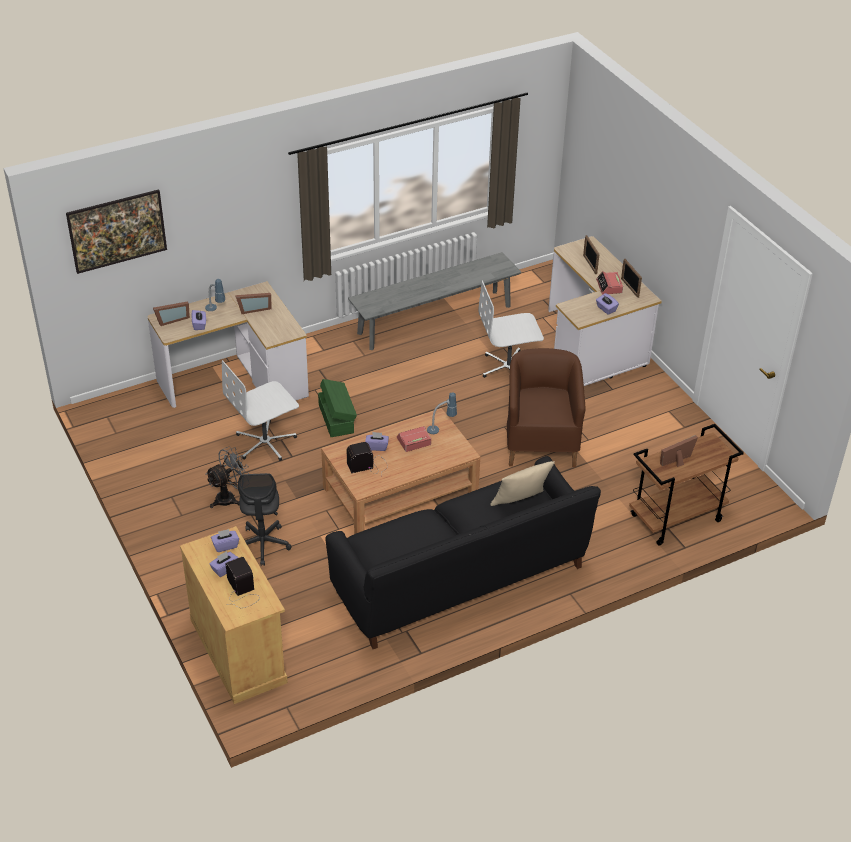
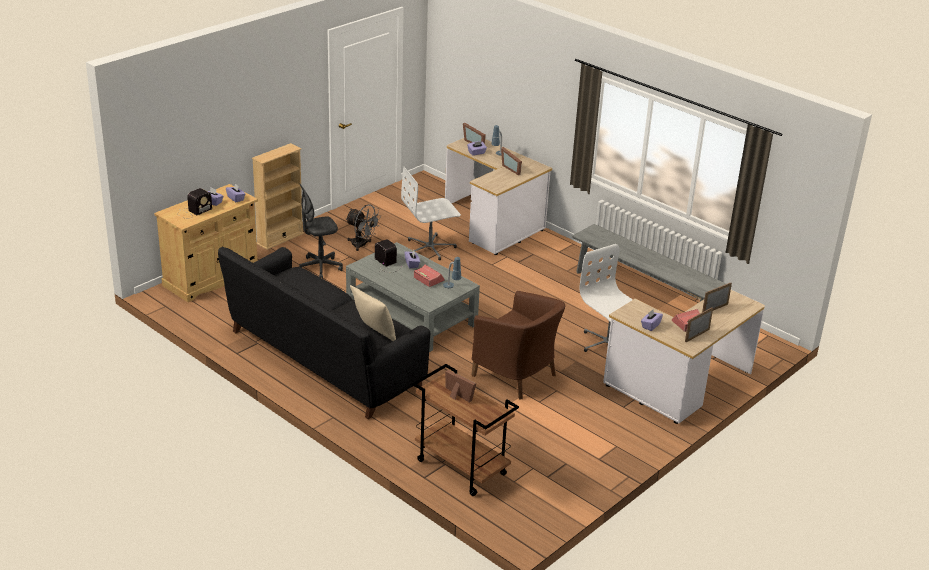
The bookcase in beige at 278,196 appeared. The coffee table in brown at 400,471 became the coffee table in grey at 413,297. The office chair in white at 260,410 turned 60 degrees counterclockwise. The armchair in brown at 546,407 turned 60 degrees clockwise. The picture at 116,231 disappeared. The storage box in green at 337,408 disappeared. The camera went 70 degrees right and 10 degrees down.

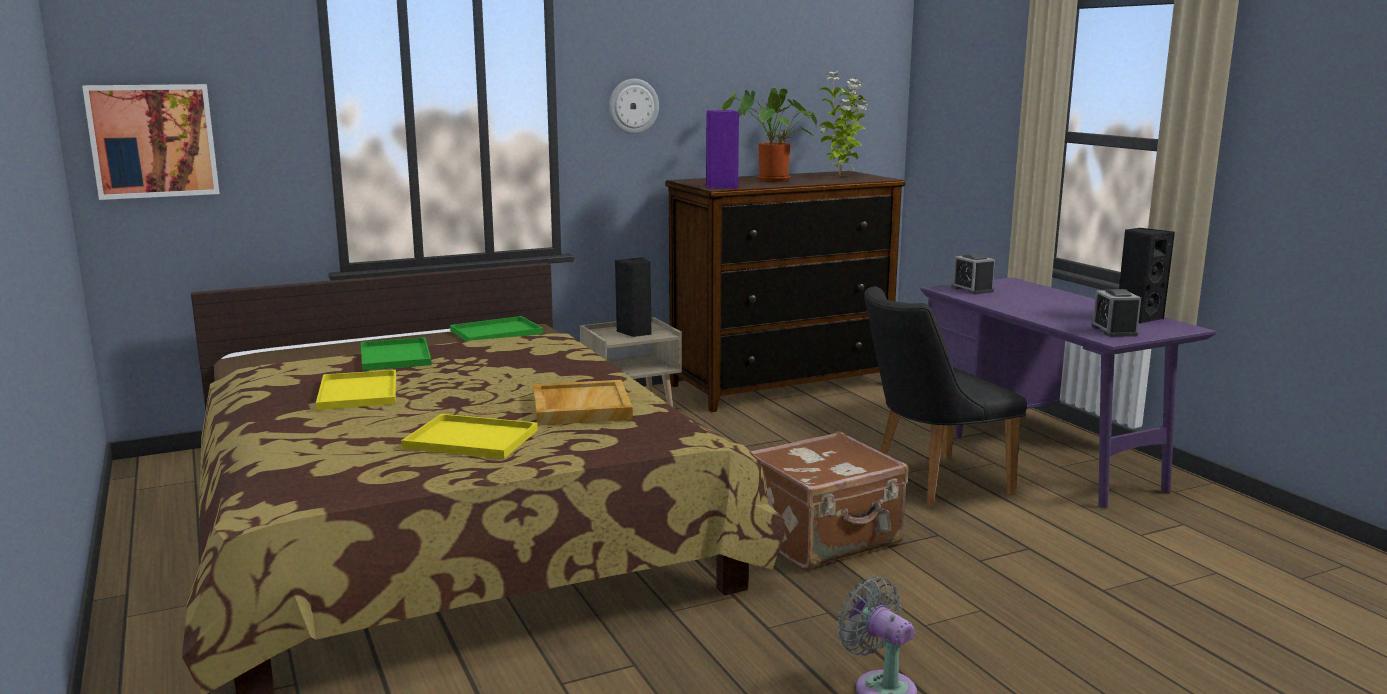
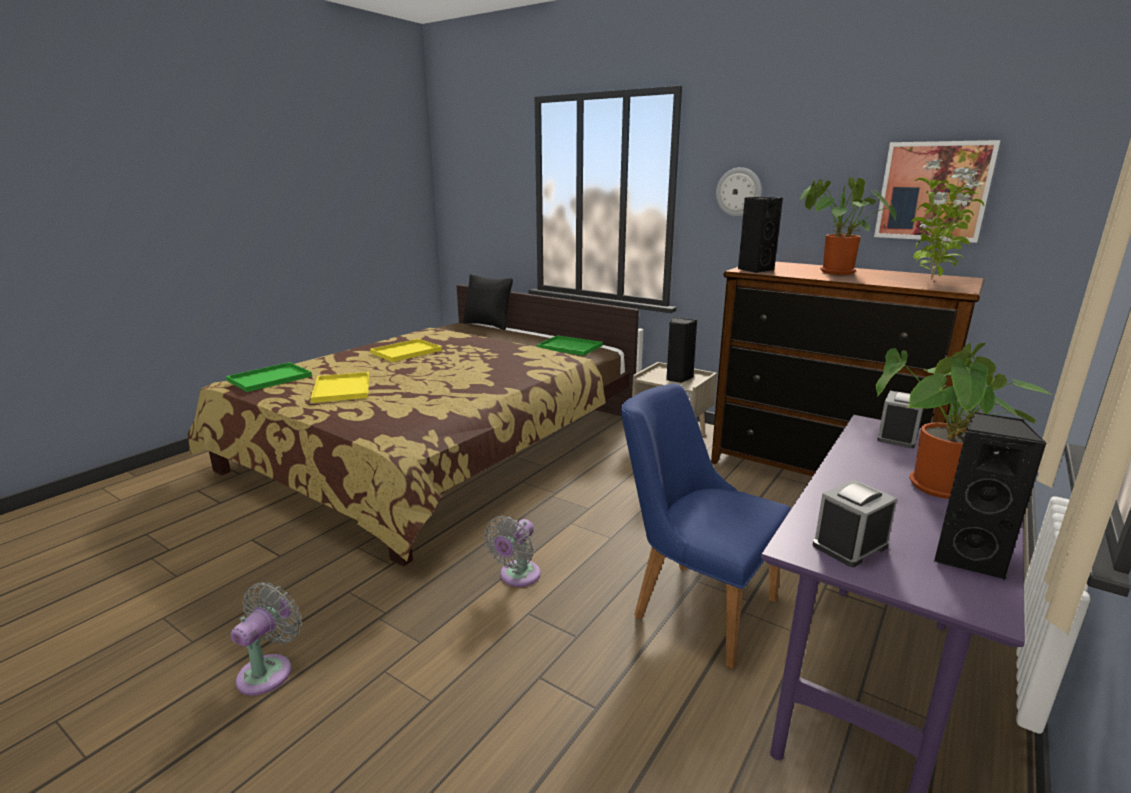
The tray in green moved from 396,354 to 269,377. The pillow in black at 487,302 appeared. The suitcase in brown at 829,500 was replaced by the fan in grey at 512,551. The chair in black at 945,397 became the chair in blue at 706,526. The speaker in purple at 722,149 became the speaker in black at 760,235. The picture moved from 151,142 to 937,191. The potted plant at 964,421 appeared. The tray in beige at 583,402 disappeared. The camera went 60 degrees right and 5 degrees up.

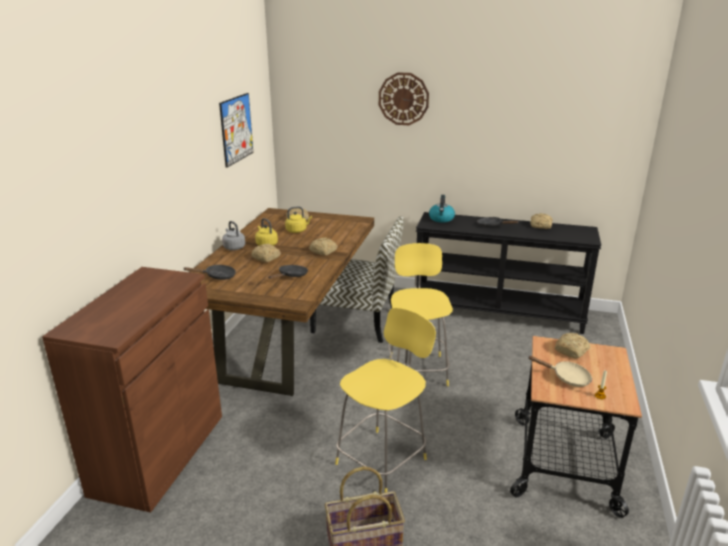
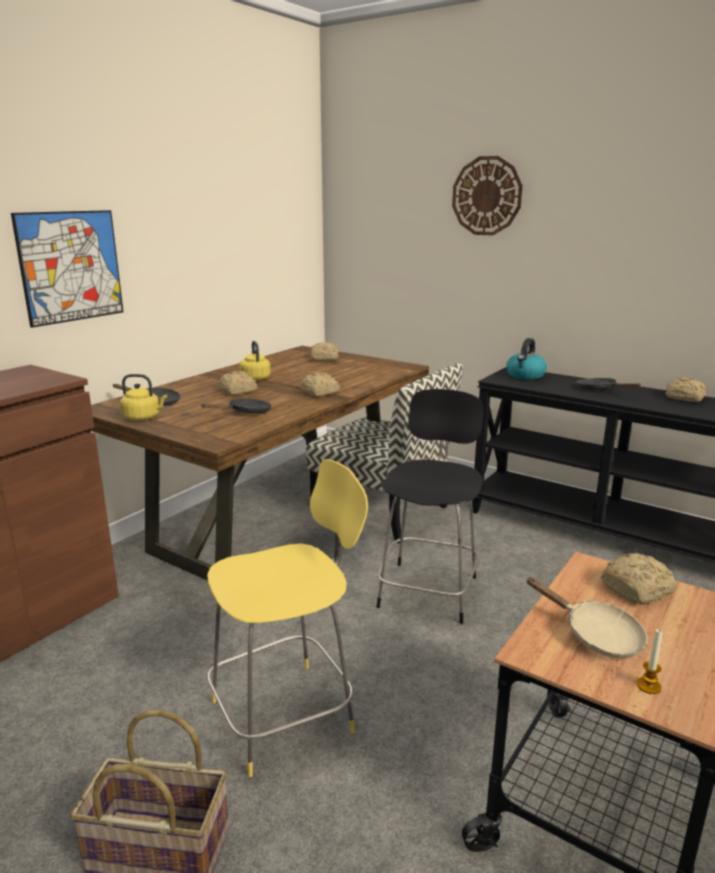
The picture moved from 236,130 to 67,269. The kettle in yellow moved from 298,220 to 143,397. The stool in yellow at 420,314 became the stool in black at 430,506. The kettle in grey at 233,235 disappeared. The camera went 20 degrees right and 5 degrees down.

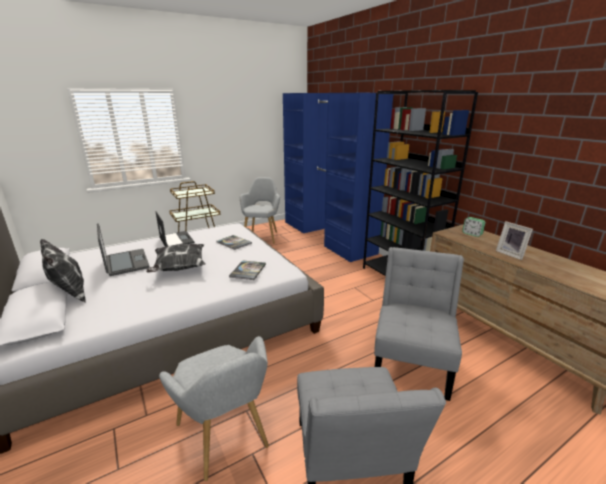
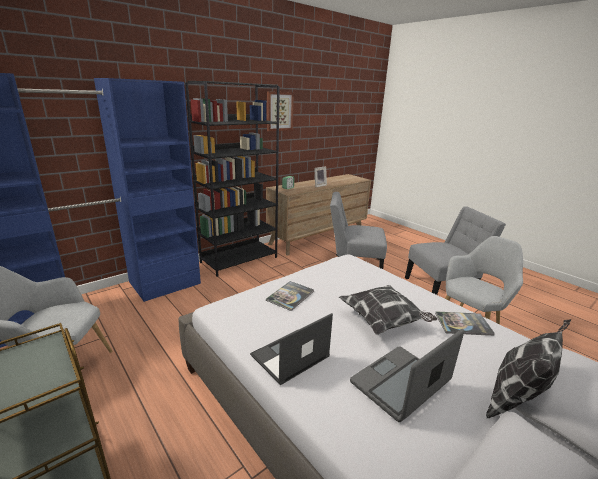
The picture at 280,111 appeared. The book moved from 247,270 to 465,323. The camera went 100 degrees left and 0 degrees up.

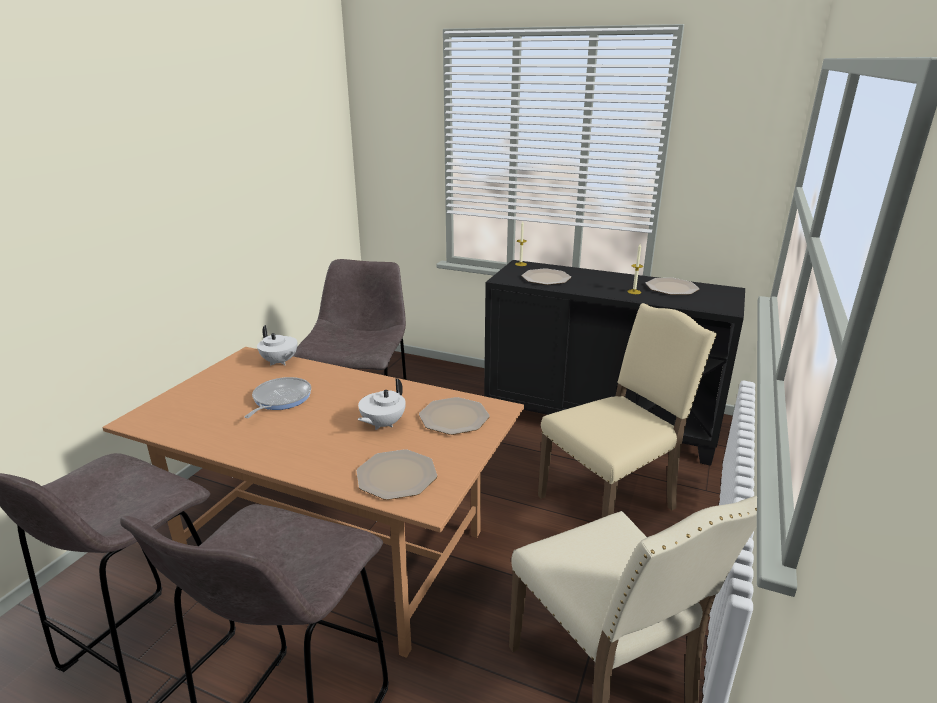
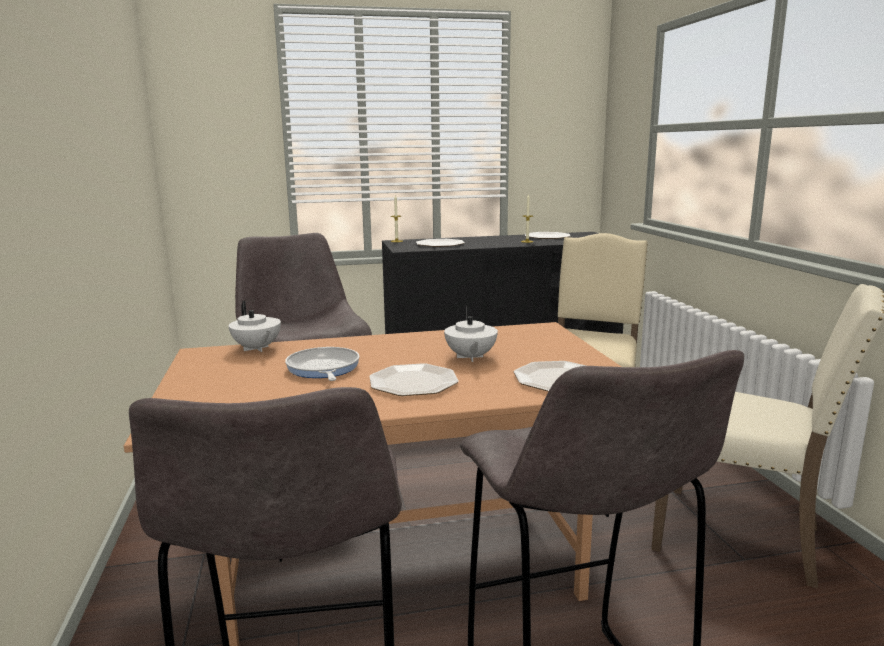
The teapot in white at 277,345 turned 45 degrees clockwise. The plate moved from 454,416 to 414,379. The camera went 35 degrees left and 10 degrees down.

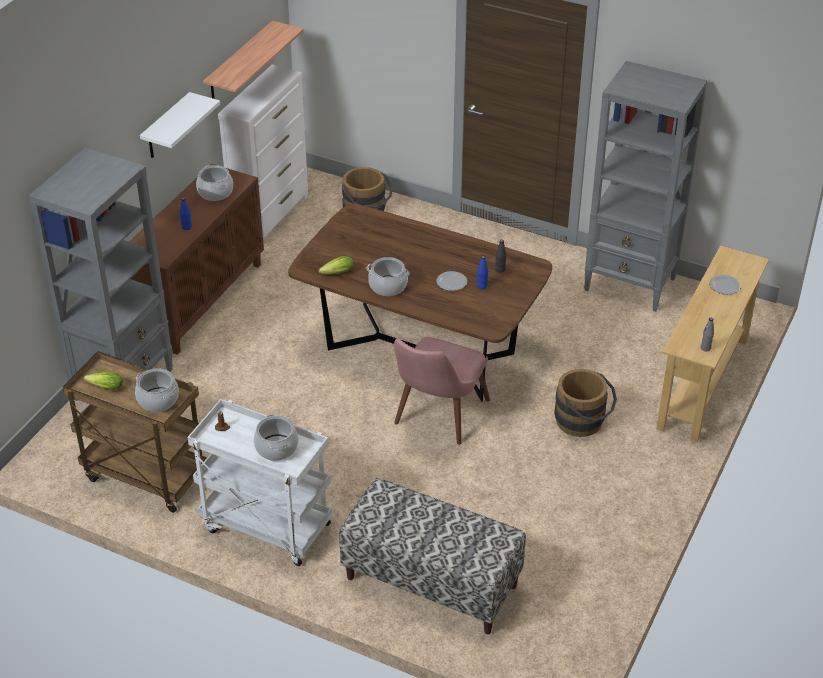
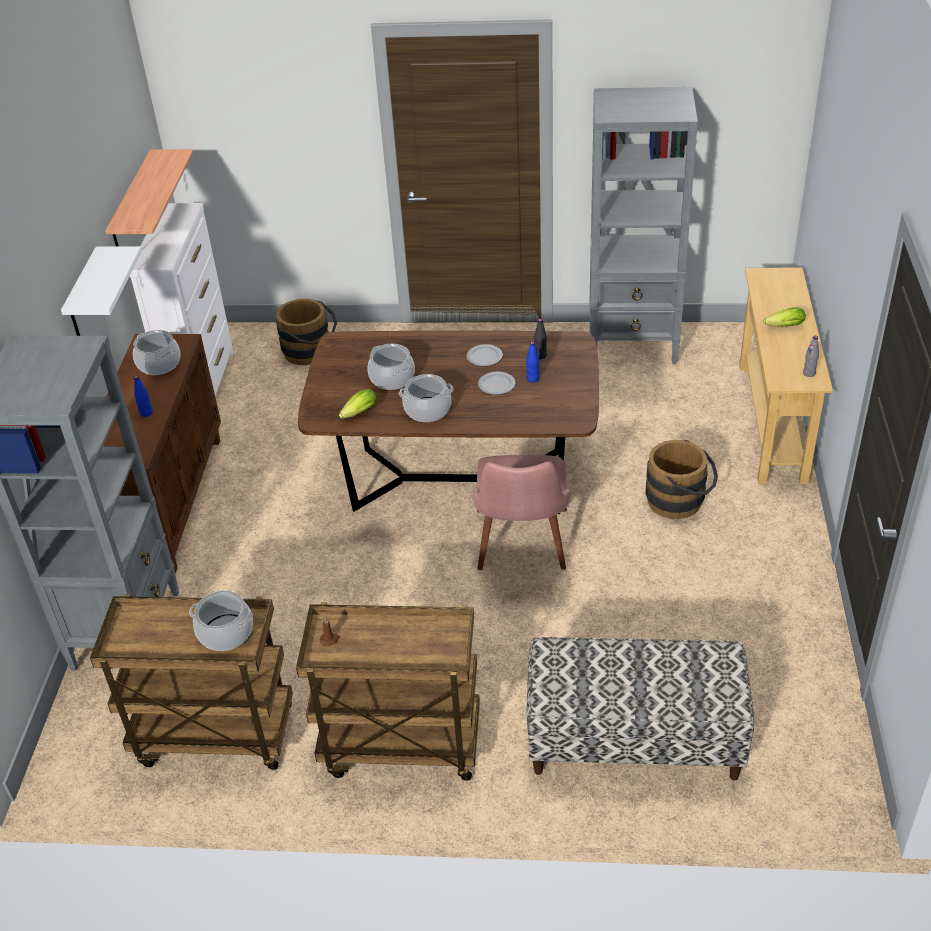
The cart in white at 260,482 became the cart in brown at 388,691. The cooking pot moved from 276,437 to 391,367. The plate moved from 725,285 to 484,355. The lettuce moved from 103,381 to 785,317. The camera went 20 degrees left and 0 degrees up.

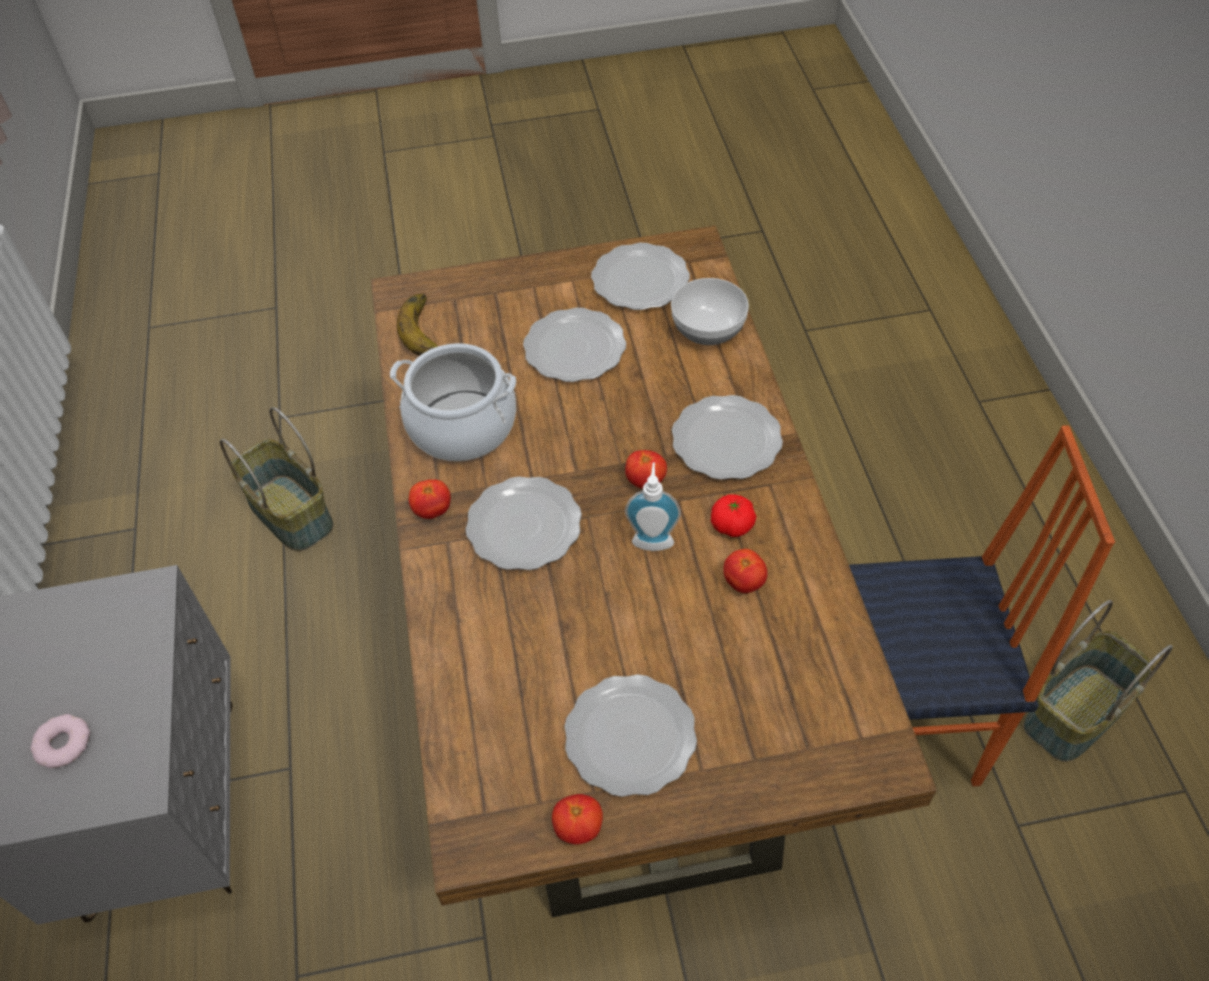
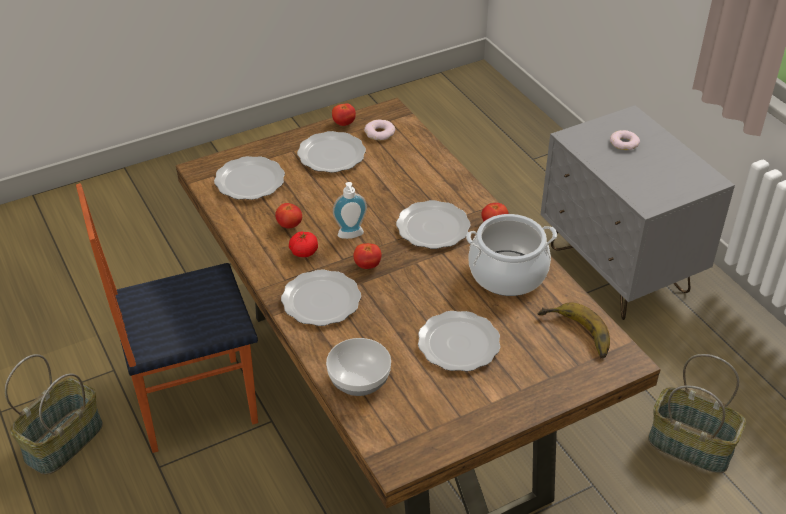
The plate moved from 640,276 to 249,178. The donut at 379,130 appeared. The camera went 160 degrees right and 10 degrees down.

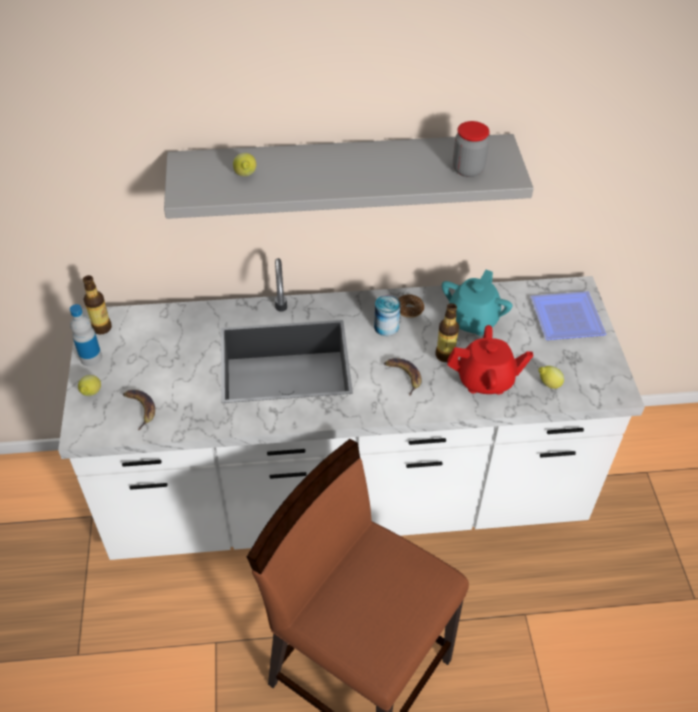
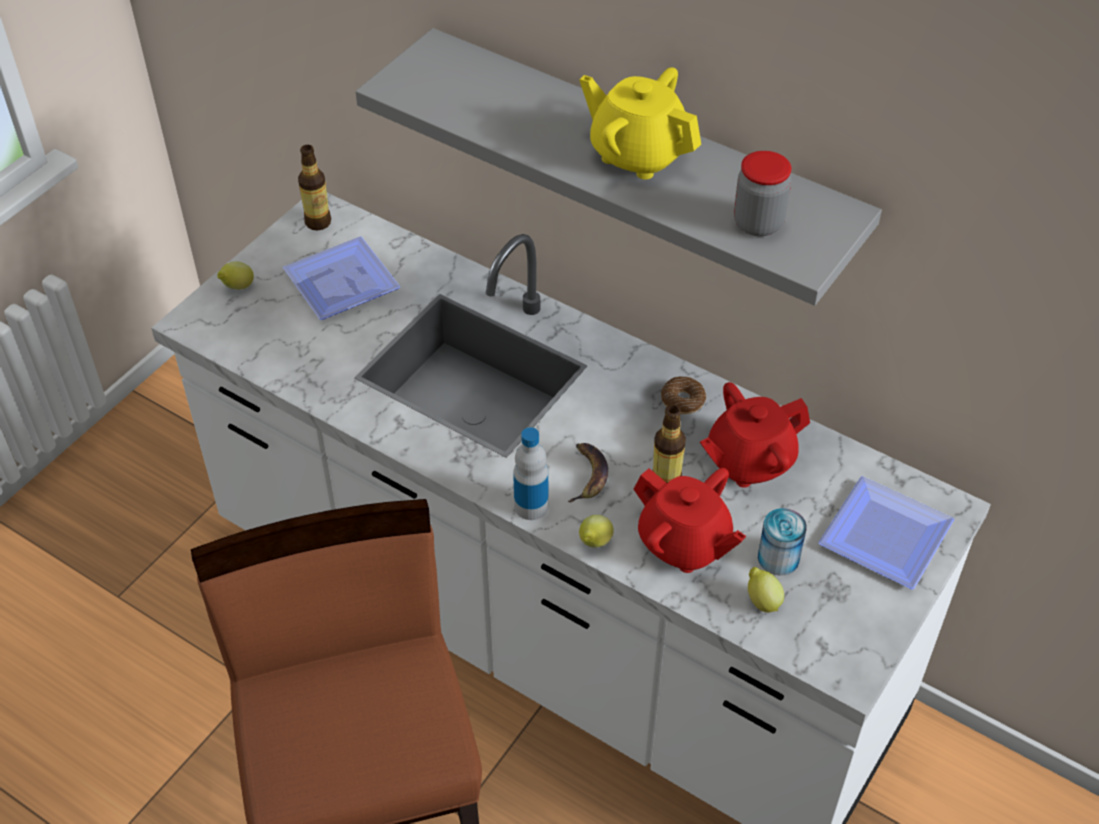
The plate at 341,278 appeared. The bottle moved from 86,335 to 530,473. The teapot in yellow at 640,123 appeared. The lemon moved from 244,164 to 596,531. The teapot in turquoise at 477,303 became the teapot in red at 755,435. The can moved from 387,315 to 782,542. The banana at 139,410 disappeared. The camera went 40 degrees right and 0 degrees up.

